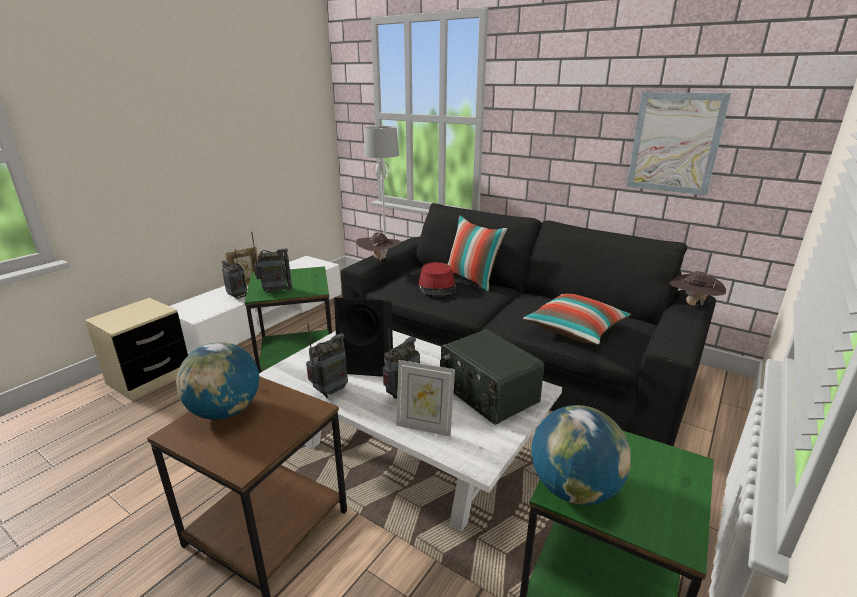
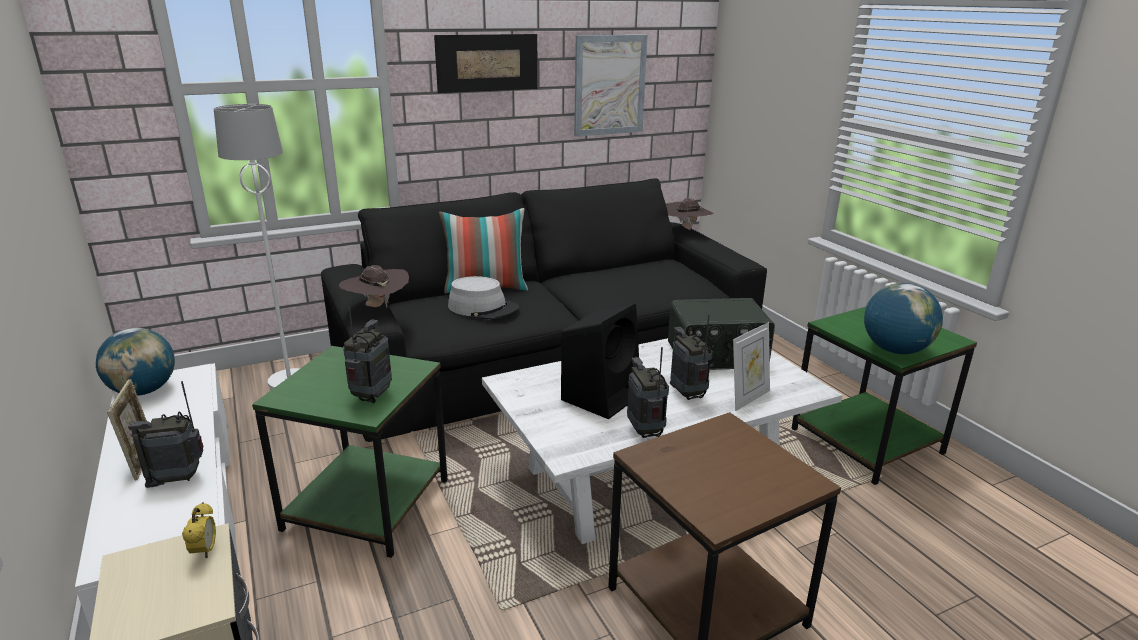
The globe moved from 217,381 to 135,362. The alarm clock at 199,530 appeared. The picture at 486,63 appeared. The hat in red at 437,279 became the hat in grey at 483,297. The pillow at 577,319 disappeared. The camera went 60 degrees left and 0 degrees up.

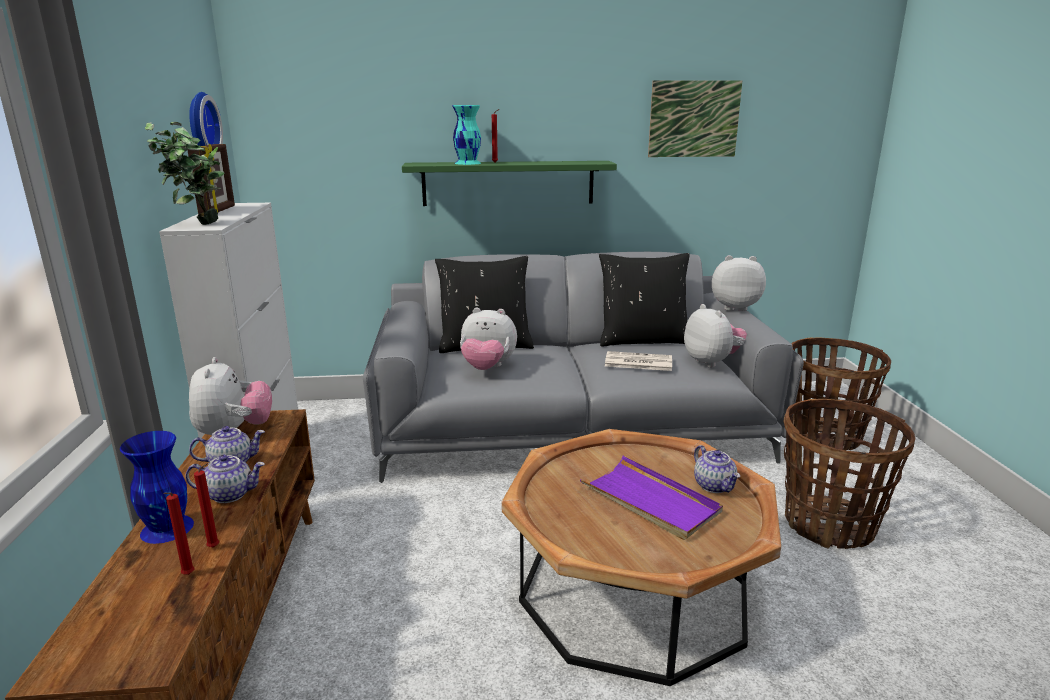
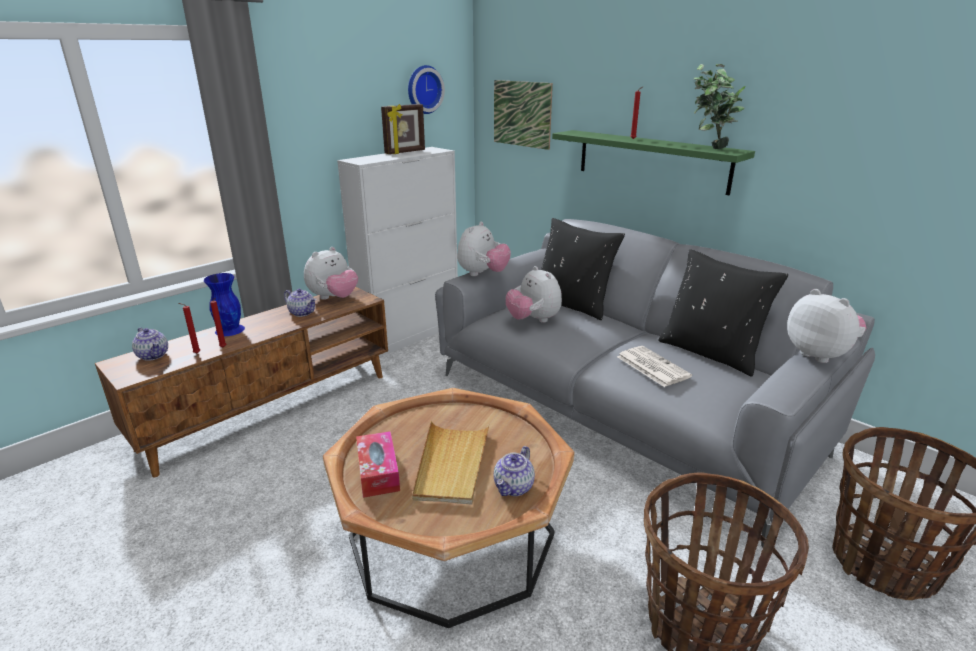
The teapot moved from 225,479 to 150,344. The tissue box at 378,464 appeared. The tray in purple at 651,498 became the tray in beige at 451,463. The plush toy moved from 715,336 to 484,249. The picture moved from 695,118 to 523,115. The potted plant moved from 185,173 to 719,106. The vase in turquoise at 466,135 disappeared. The camera went 50 degrees right and 5 degrees up.

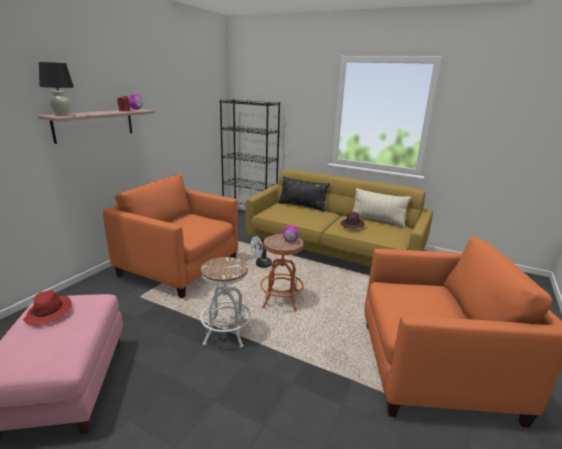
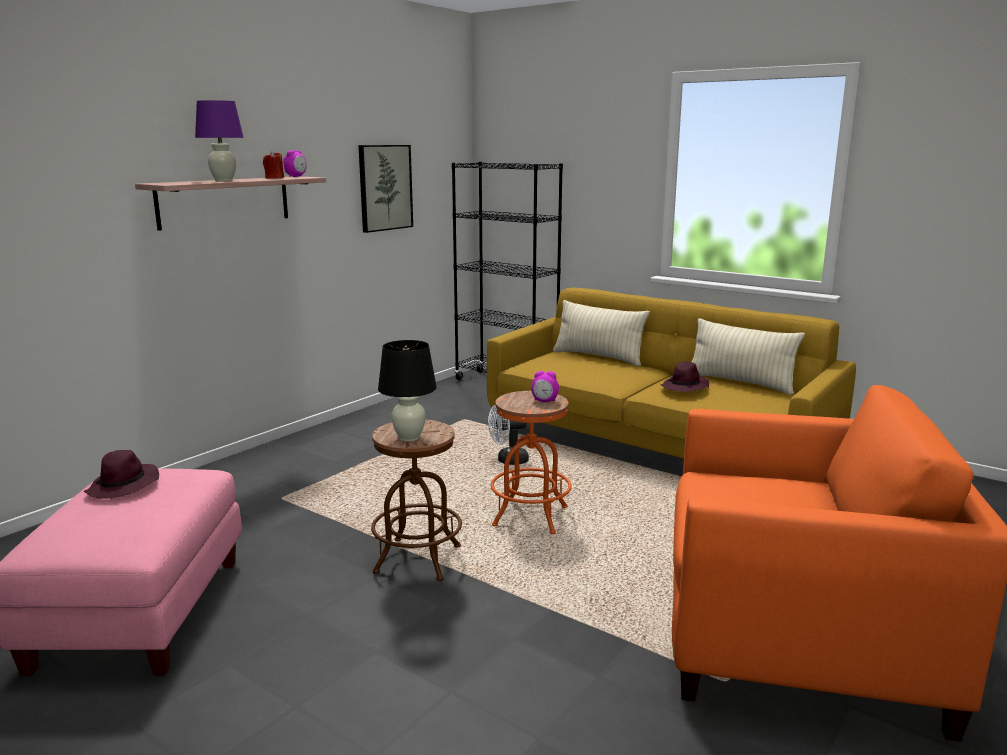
The hat in red at 47,307 became the hat in purple at 121,474. The table lamp in purple at 219,140 appeared. The picture at 385,189 appeared. The stool in white at 225,302 became the stool in brown at 416,500. The table lamp in black moved from 56,89 to 407,391. The pillow in black at 304,194 became the pillow in beige at 601,333. The armchair in orange at 170,236 disappeared. The camera went 10 degrees right and 5 degrees down.

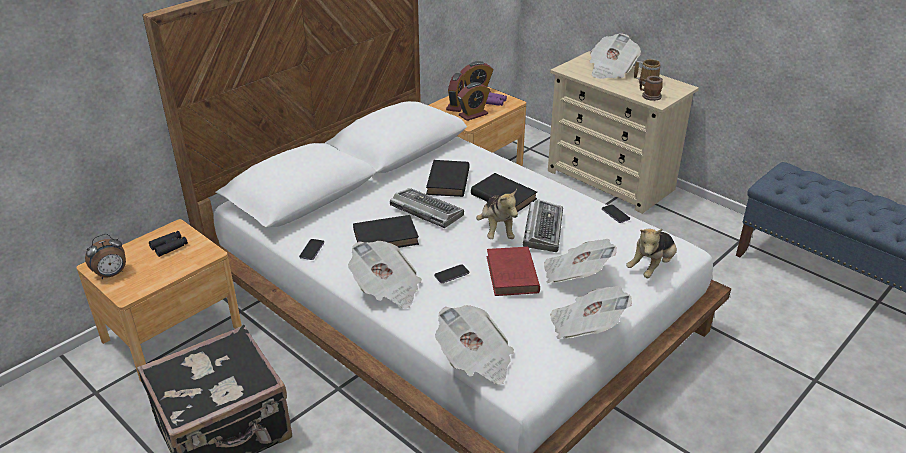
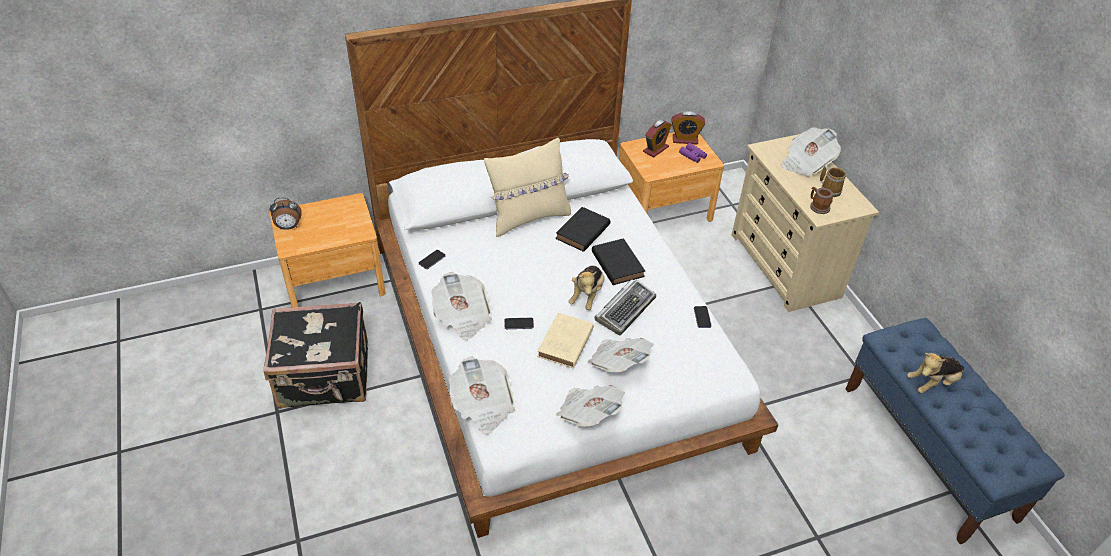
The pillow in beige at 527,187 appeared. The book in red at 513,271 became the book in beige at 565,340. The plush toy moved from 651,253 to 935,373. The binoculars in black at 168,244 disappeared. The book in black at 386,231 disappeared. The keyboard at 427,208 disappeared. The alarm clock at 473,101 disappeared. The camera went 25 degrees right and 10 degrees up.

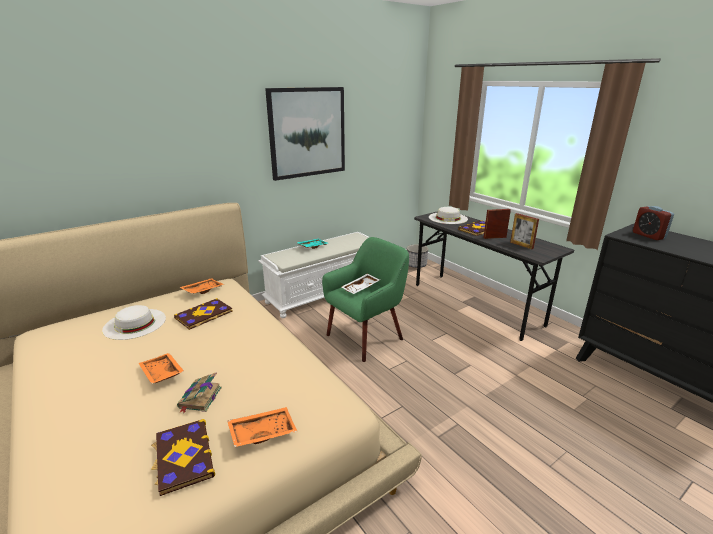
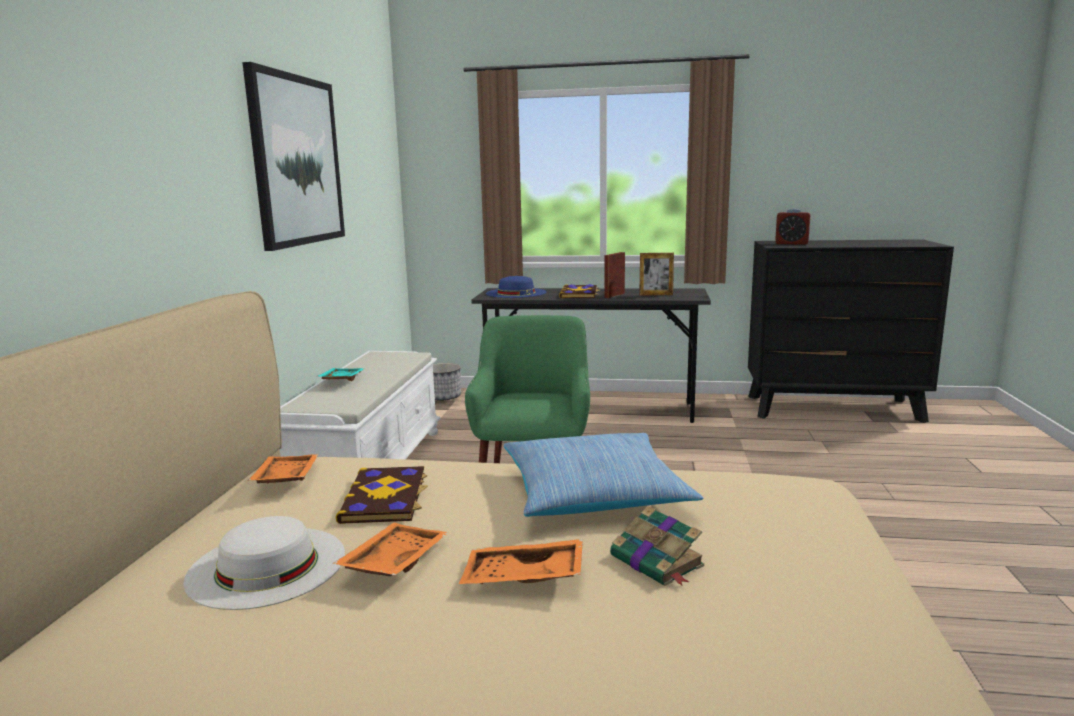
The tray in orange moved from 262,427 to 390,549. The hat in white at 448,215 became the hat in blue at 516,287. The pillow at 603,475 appeared. The book at 183,457 disappeared. The tray in white at 361,283 disappeared. The camera went 45 degrees left and 10 degrees down.

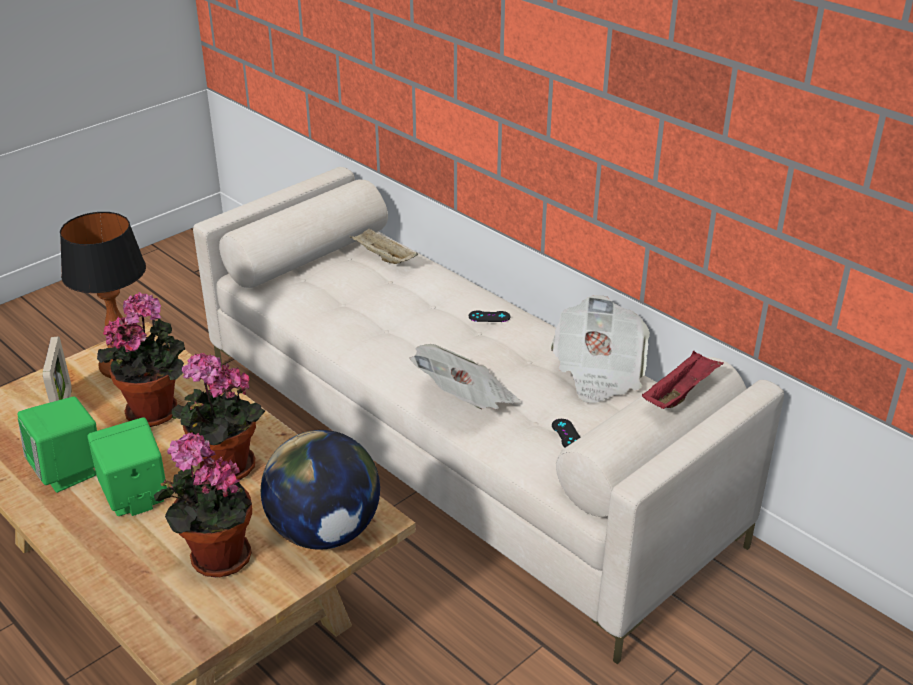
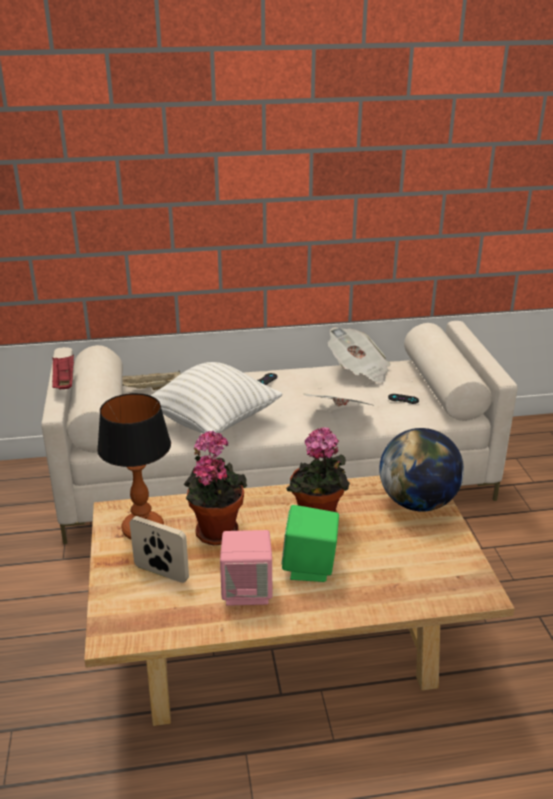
The tray in red moved from 683,379 to 63,372. The pillow in white at 216,398 appeared. The speaker in green at 57,444 became the speaker in pink at 246,568. The potted plant at 203,504 disappeared. The camera went 55 degrees left and 5 degrees down.

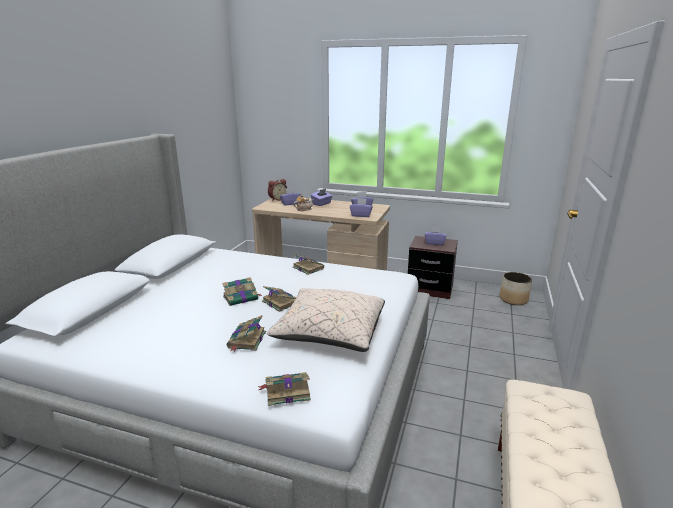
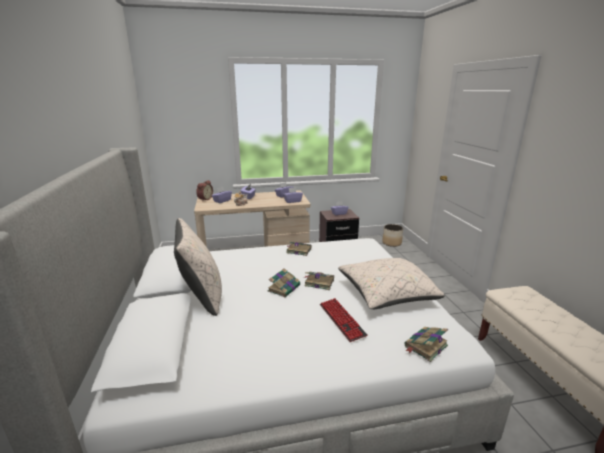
The pillow in beige at 198,267 appeared. The book at 246,333 was replaced by the keyboard at 343,320. The camera went 30 degrees left and 0 degrees up.

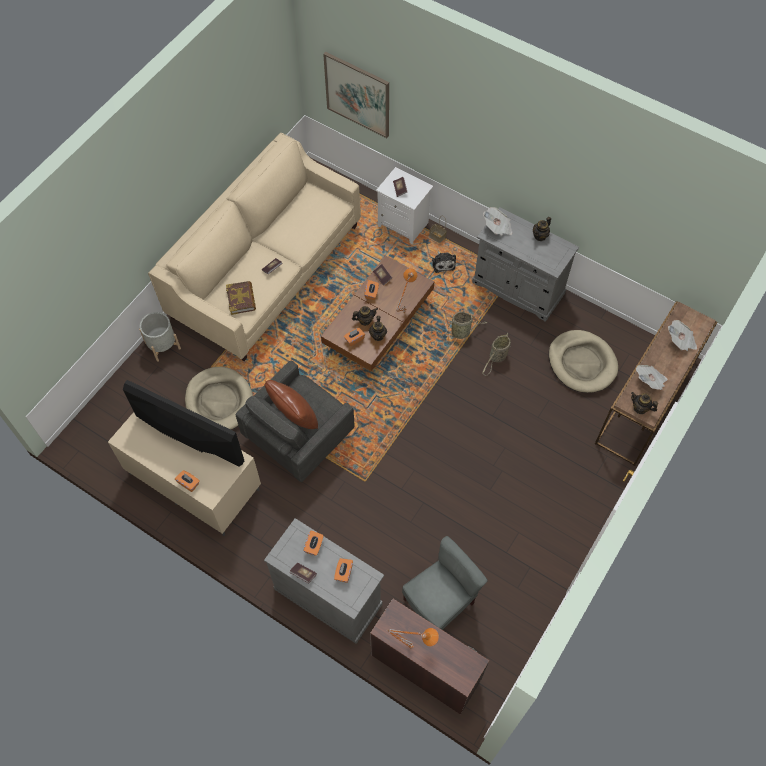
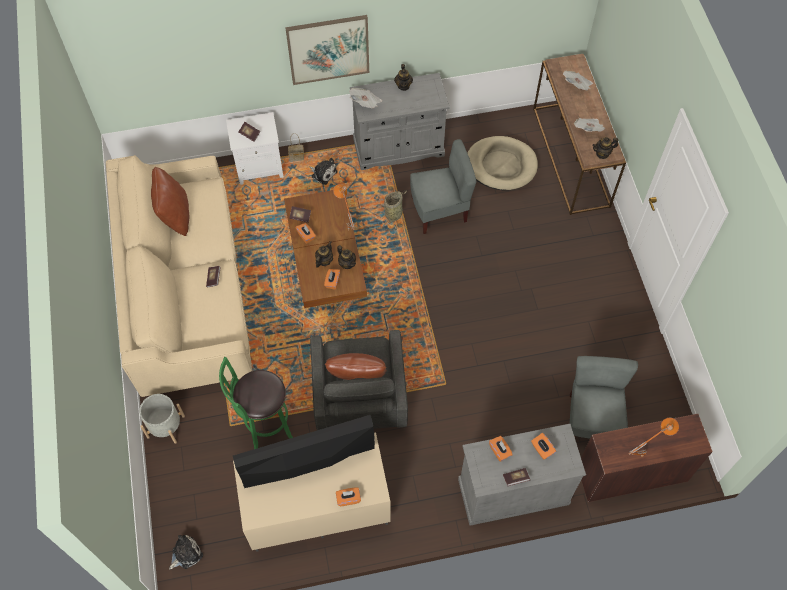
The pillow in brown at 170,201 appeared. The plush toy at 186,552 appeared. The dog bed in beige at 219,398 was replaced by the stool in green at 256,403. The picture moved from 356,95 to 327,50. The basket at 496,354 was replaced by the chair in grey at 443,186. The book at 241,298 disappeared. The camera went 45 degrees left and 0 degrees up.

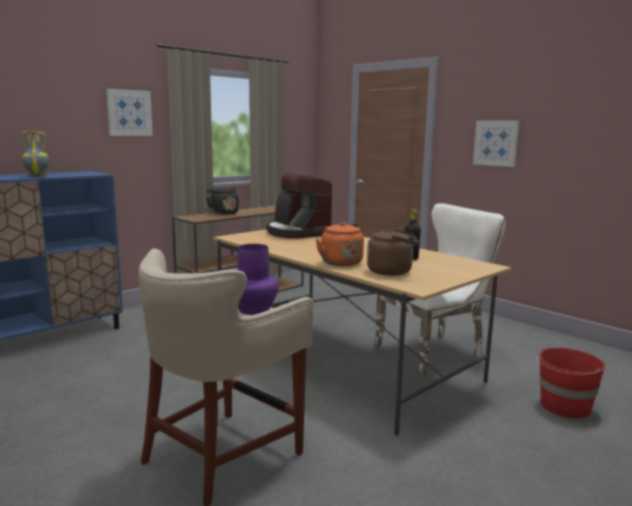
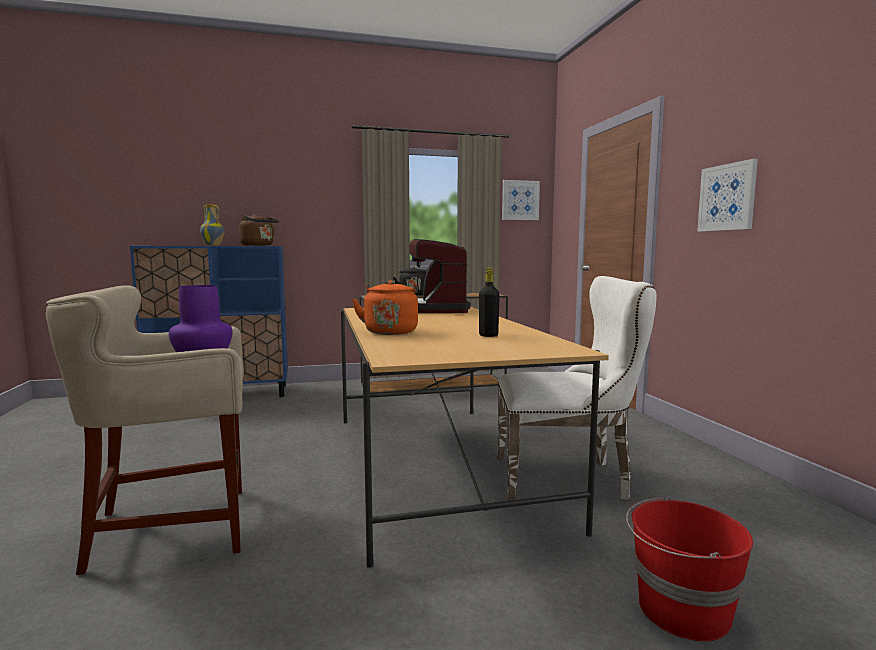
The kettle in brown moved from 393,252 to 259,230. The picture moved from 129,112 to 521,200. The camera went 30 degrees right and 5 degrees down.

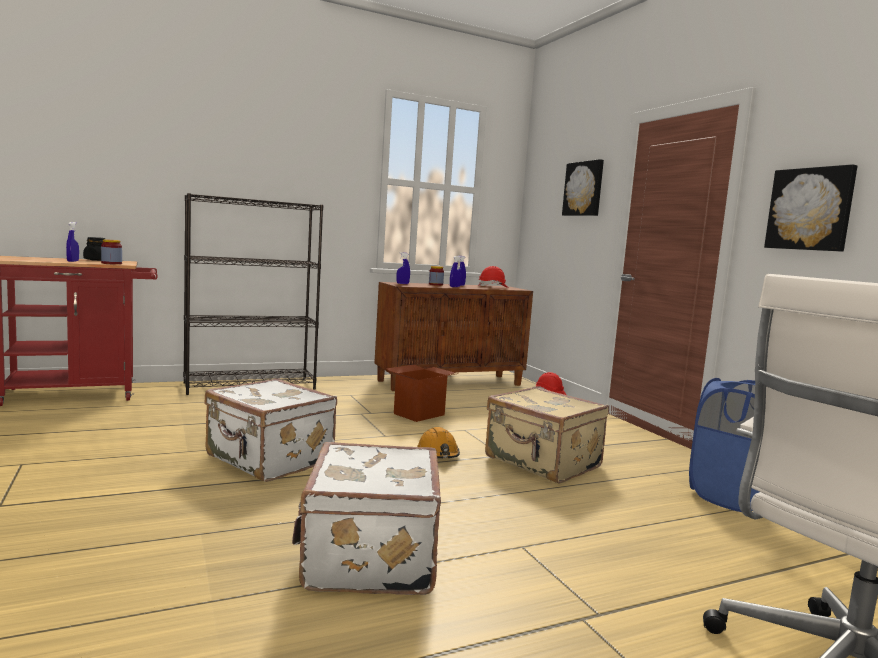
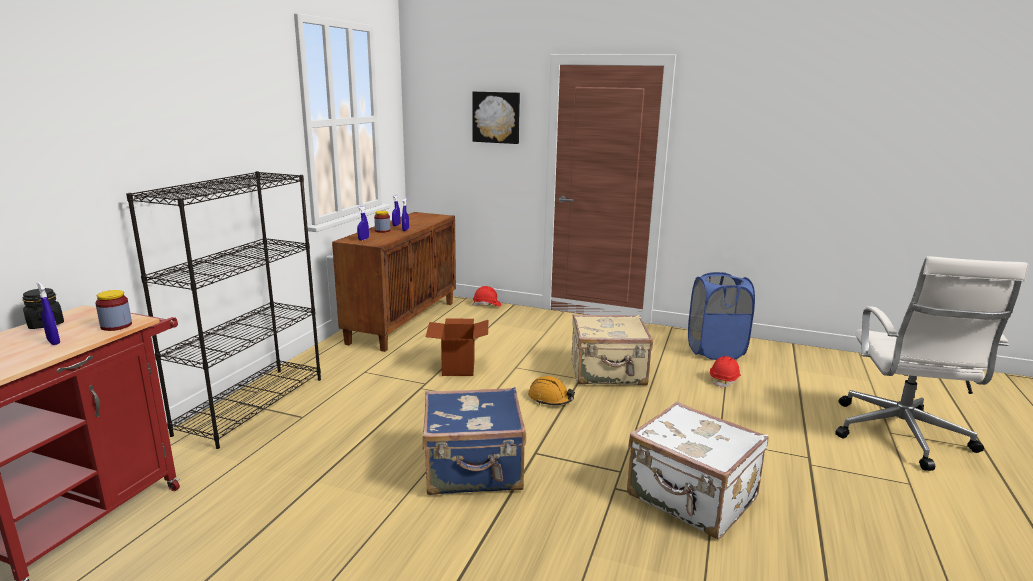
The suitcase in white at 271,430 became the suitcase in blue at 474,441. The hard hat in red moved from 493,277 to 725,372. The picture at 811,208 disappeared. The camera went 45 degrees left and 10 degrees up.

